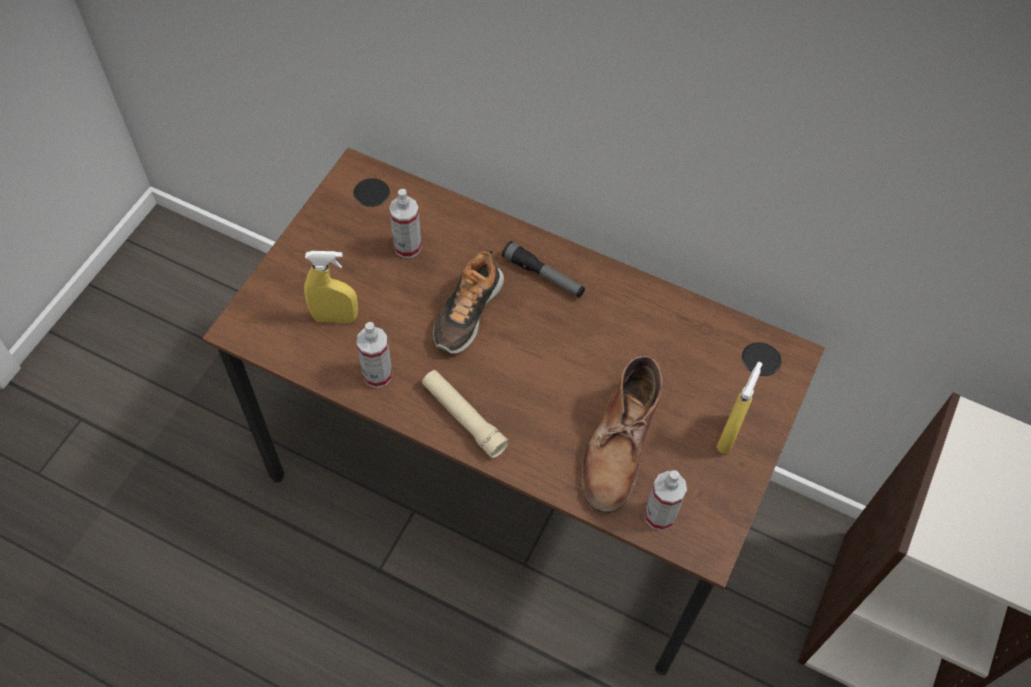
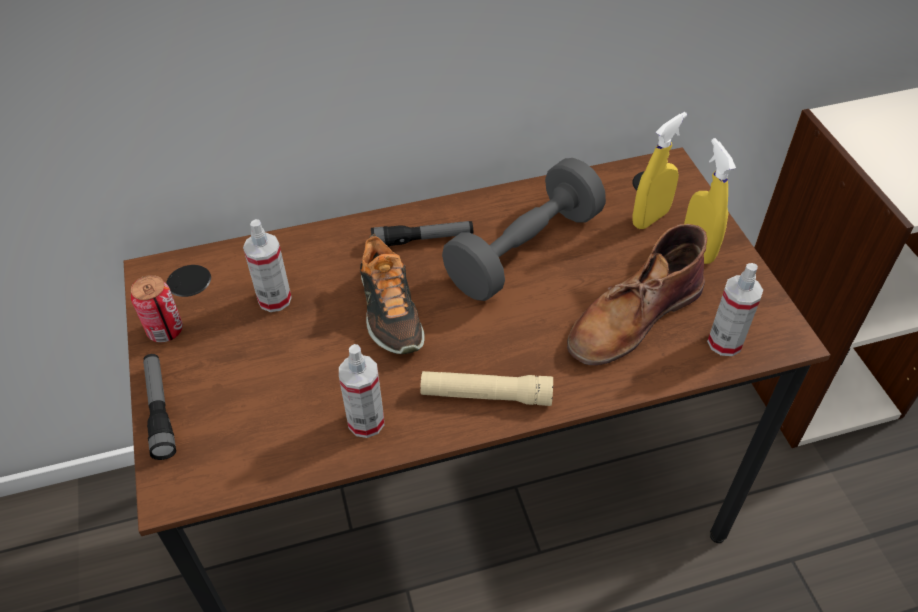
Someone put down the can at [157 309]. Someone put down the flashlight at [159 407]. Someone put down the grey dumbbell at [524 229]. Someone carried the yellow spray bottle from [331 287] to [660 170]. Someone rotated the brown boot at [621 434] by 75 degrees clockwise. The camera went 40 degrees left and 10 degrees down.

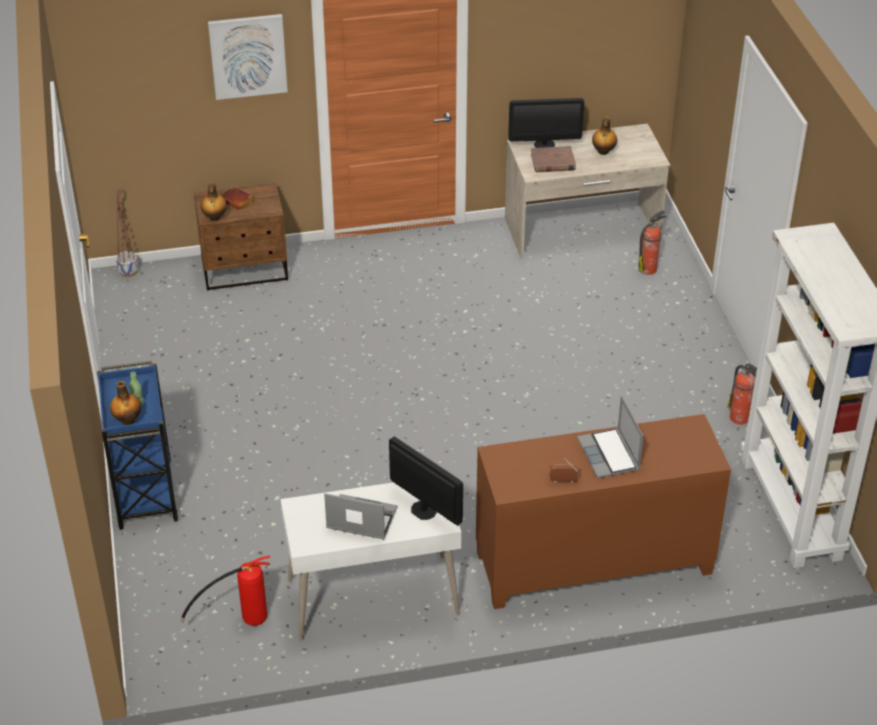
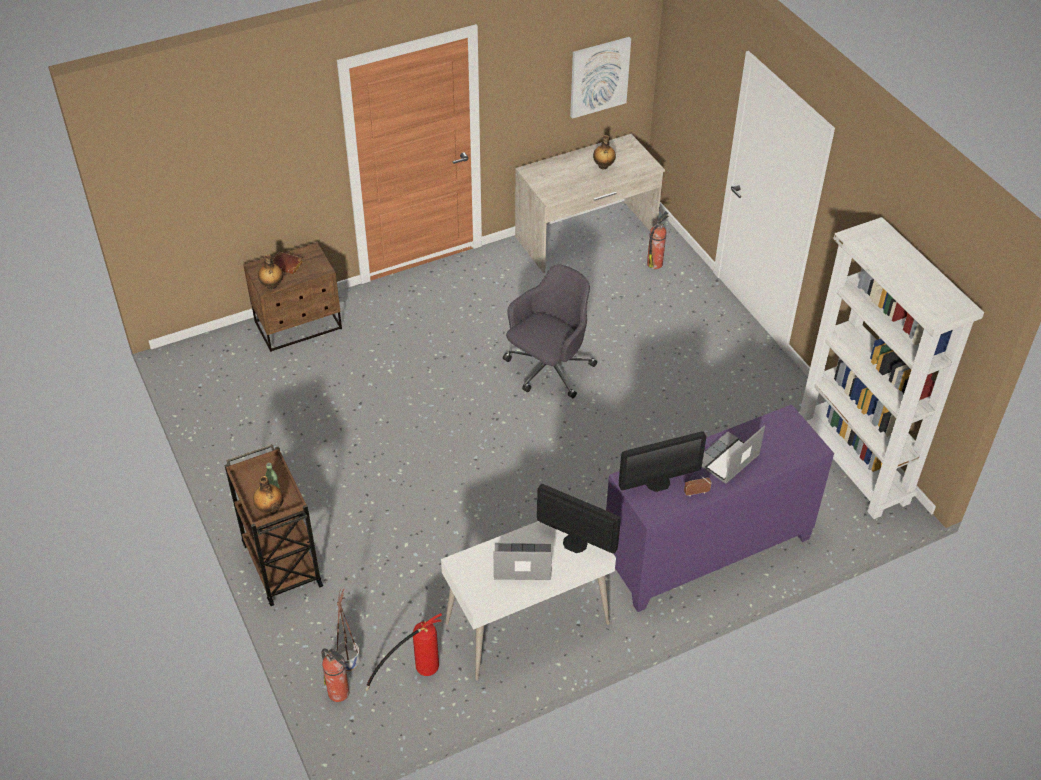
Someone took away the brown book at [553 159]. Someone put down the grey office chair at [550 331]. Someone carried the planter from [127 232] to [348 630]. Someone carried the picture from [248 57] to [600 78]. Someone carried the monitor from [546 123] to [662 462]. Someone carried the fire extinguisher from [742 394] to [335 675]. Someone repainted the blue cart at [137 445], which became the brown cart at [274 525]. Someone repainted the brown cabinet at [603 511], which became the purple cabinet at [720 508]. Someone rotated the laptop at [610 437] by 75 degrees clockwise. The camera went 15 degrees left and 5 degrees up.

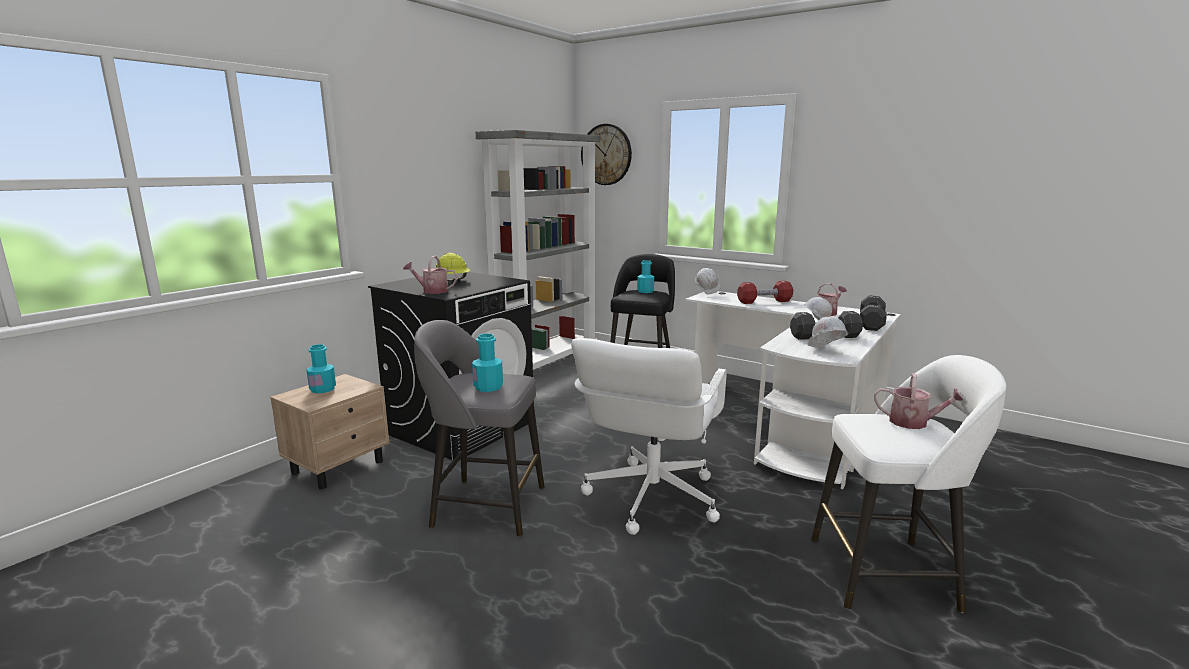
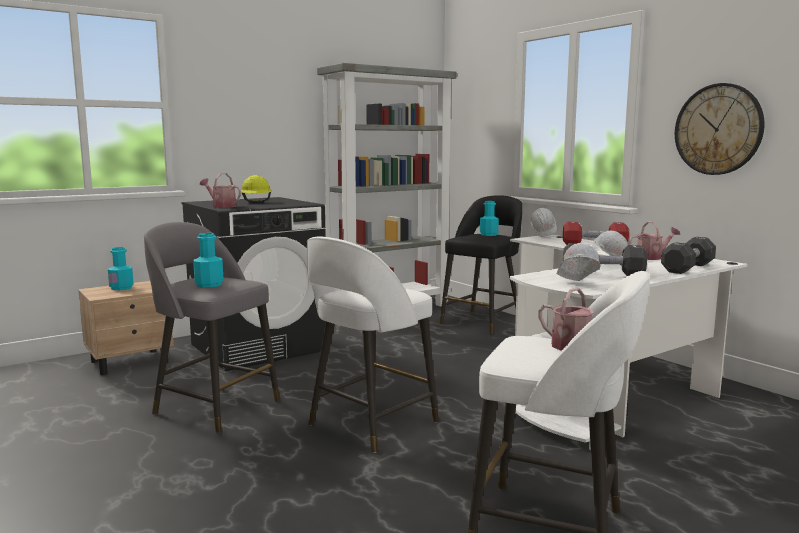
Someone carried the wall clock from [606 154] to [719 129]. Someone swapped the white office chair at [649 436] for the white stool at [373 345]. The camera went 20 degrees right and 5 degrees down.

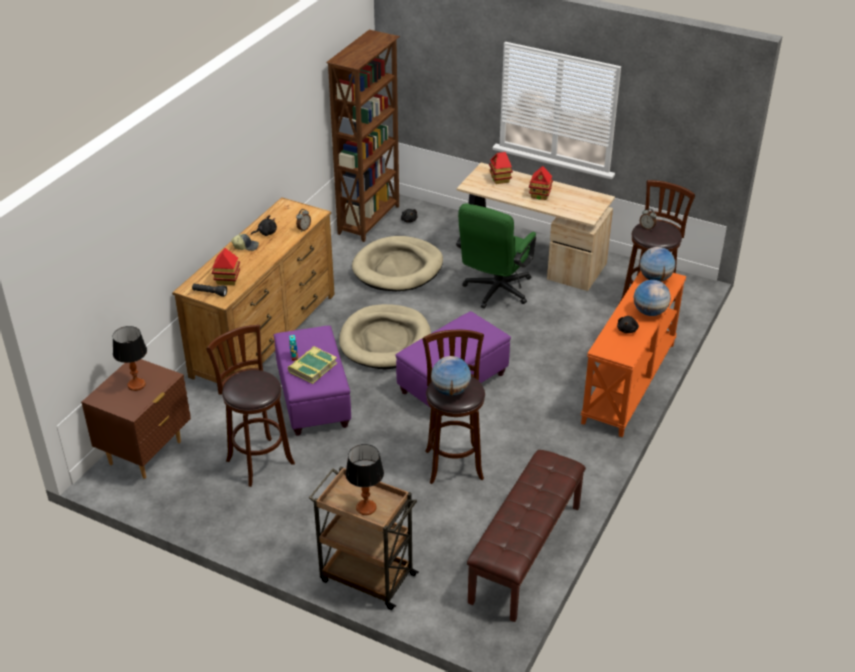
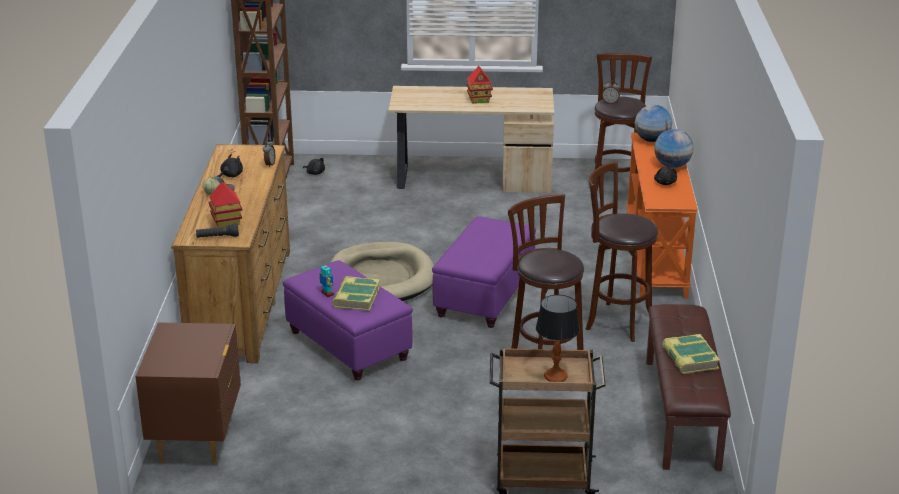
Someone took away the table lamp at [130 358]. Someone took away the beige dog bed at [397 263]. Someone took away the globe at [451 376]. Someone took away the green office chair at [496 256]. Someone took away the toy house at [501 168]. Someone put down the book at [691 354]. Someone carried the brown stool from [250 406] to [622 251]. The camera went 25 degrees left and 10 degrees down.

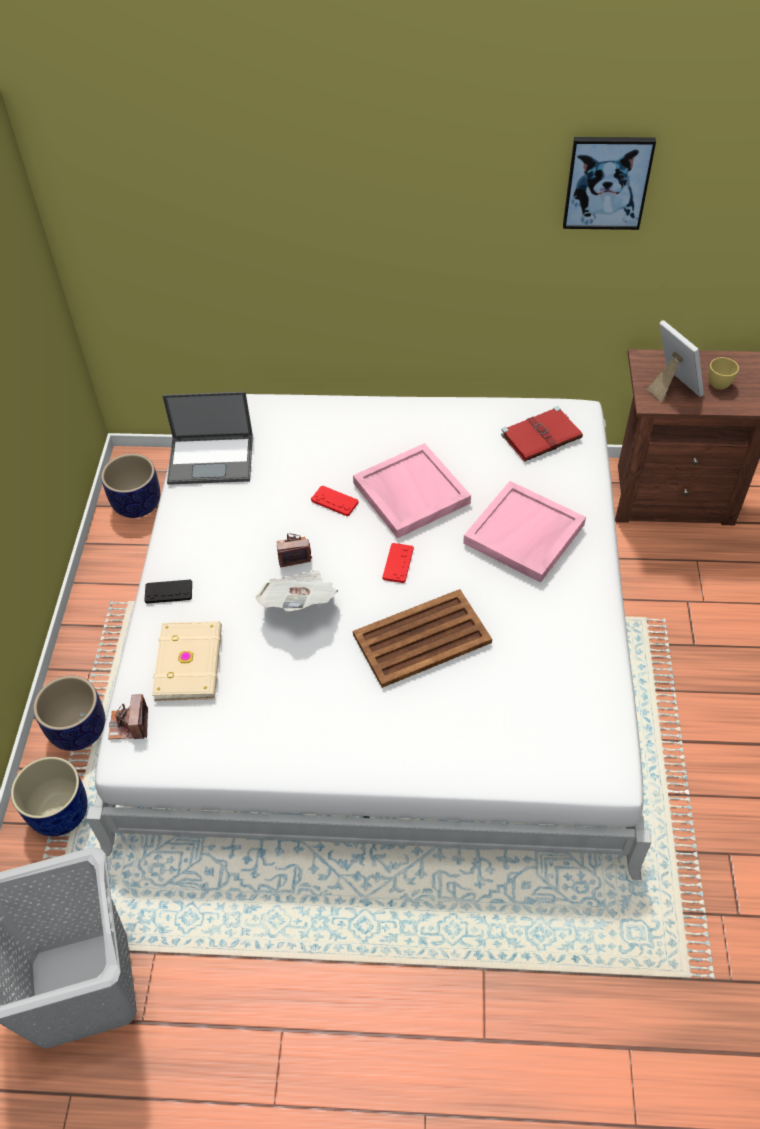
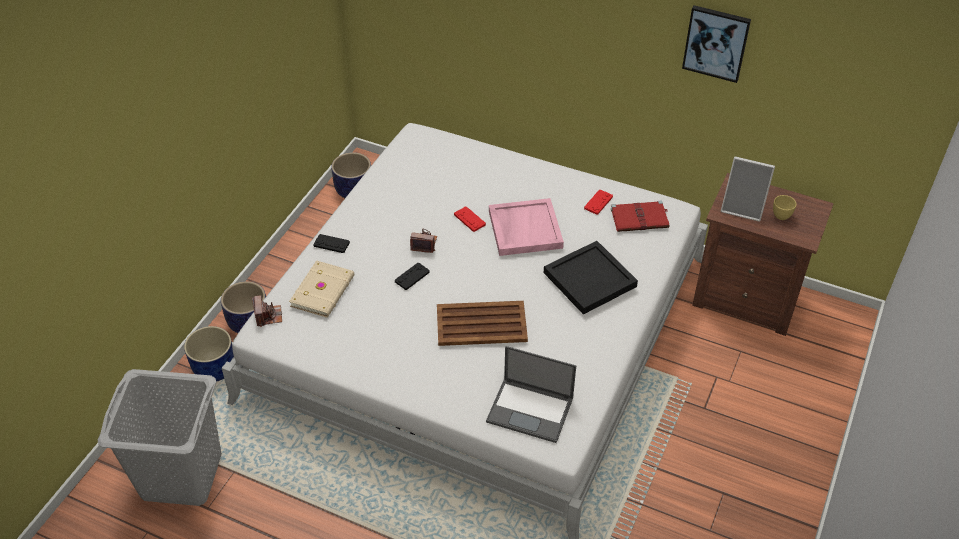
Someone carried the laptop from [207 438] to [531 394]. Someone carried the red game controller from [398 563] to [598 202]. Someone swapped the newspaper at [297 591] for the black game controller at [412 276]. Someone repainted the pink tray at [524 532], which became the black tray at [591 278]. Someone rotated the photo camera at [128 716] by 150 degrees clockwise. Someone rotated the picture frame at [675 361] by 120 degrees clockwise. The camera went 20 degrees right and 5 degrees down.

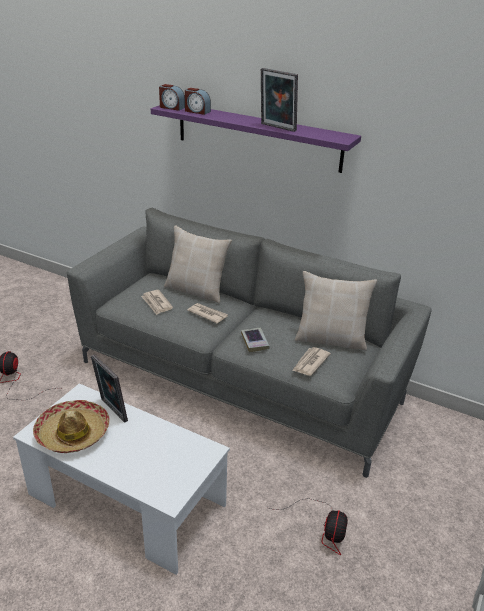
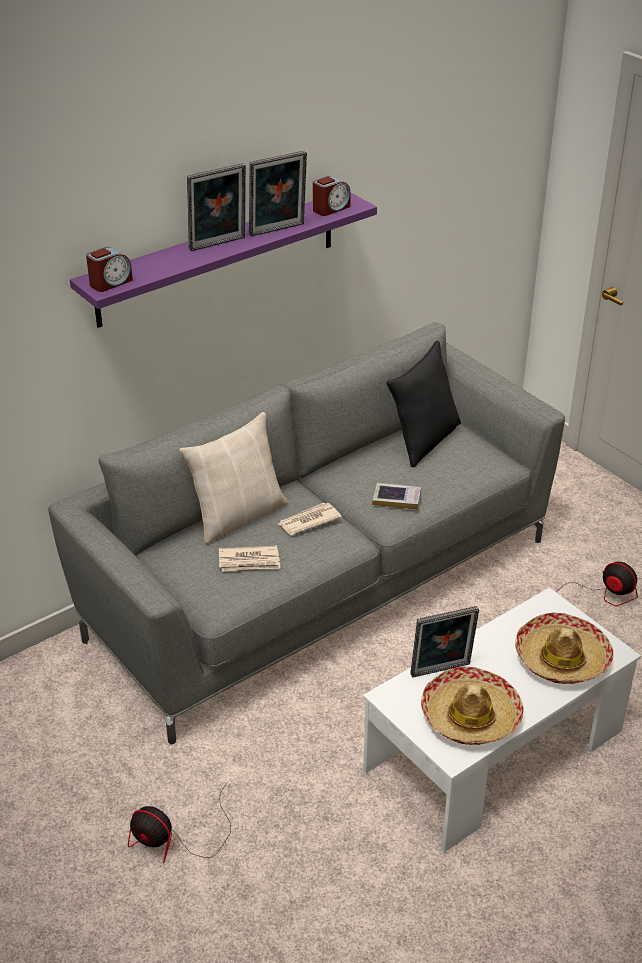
Someone took away the newspaper at [311 361]. Someone put down the picture frame at [216 207]. Someone put down the hat at [564 648]. Someone carried the alarm clock from [198 101] to [332 196]. Someone repainted the beige pillow at [336 311], which became the black pillow at [423 404]. The camera went 65 degrees left and 5 degrees up.

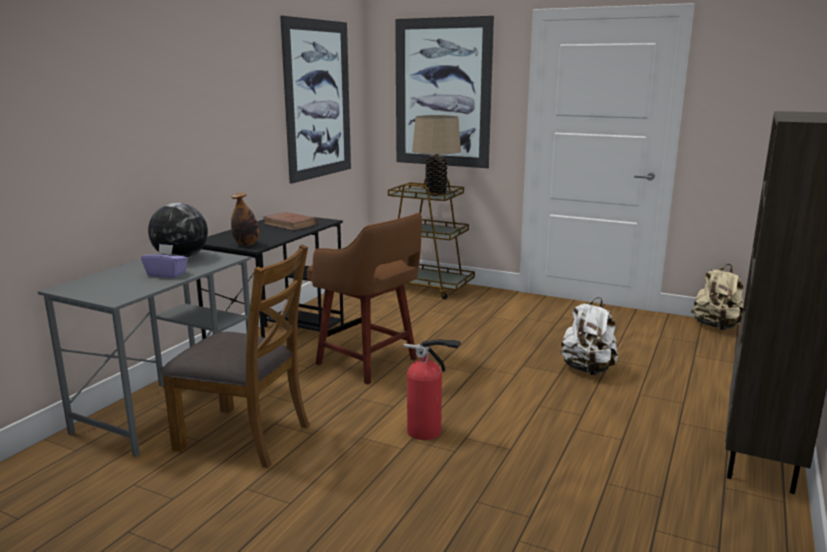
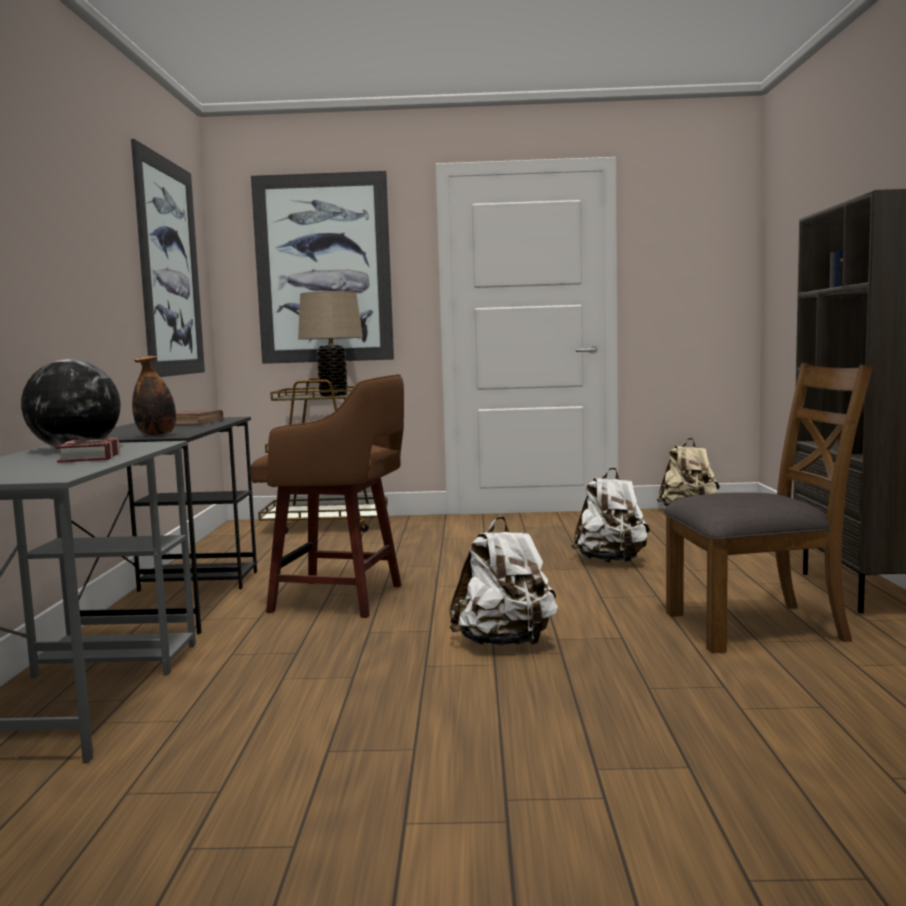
Someone carried the brown chair from [235 356] to [768 508]. Someone swapped the purple tissue box at [164 261] for the book at [88 450]. Someone swapped the fire extinguisher at [432 389] for the white backpack at [503 580]. The camera went 25 degrees left and 10 degrees down.

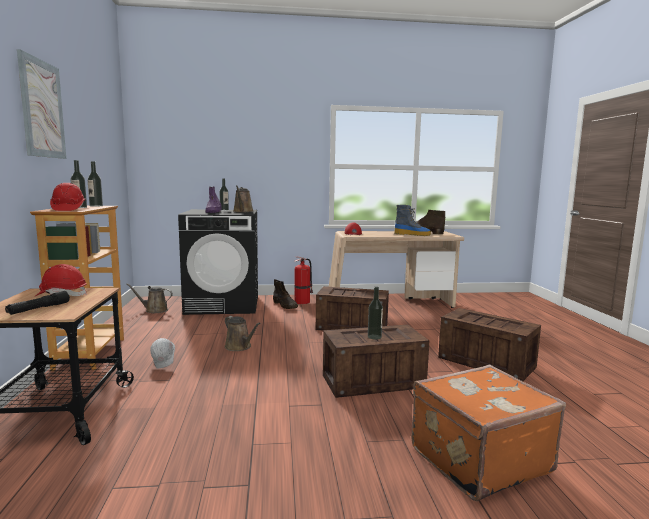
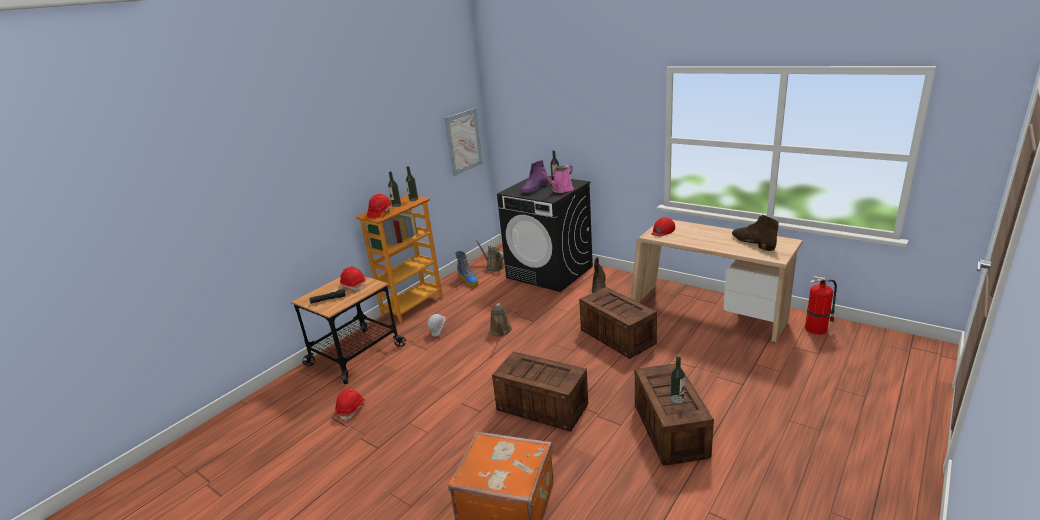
Someone put down the red hard hat at [350 405]. Someone carried the picture from [41 104] to [463 142]. Someone carried the fire extinguisher from [303 280] to [821 305]. Someone carried the bottle from [375 313] to [677 380]. Someone carried the boot from [412 220] to [467 269]. Someone repainted the brown watering can at [243 199], which became the pink watering can at [557 179]. The camera went 45 degrees right and 15 degrees up.

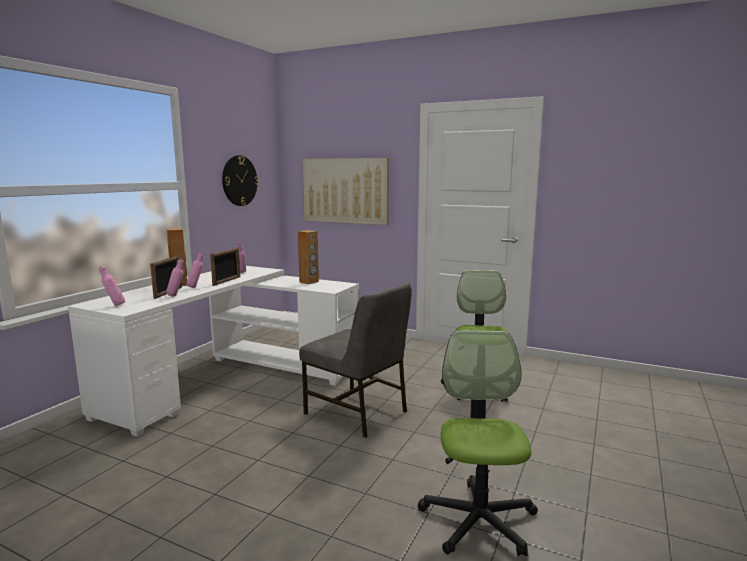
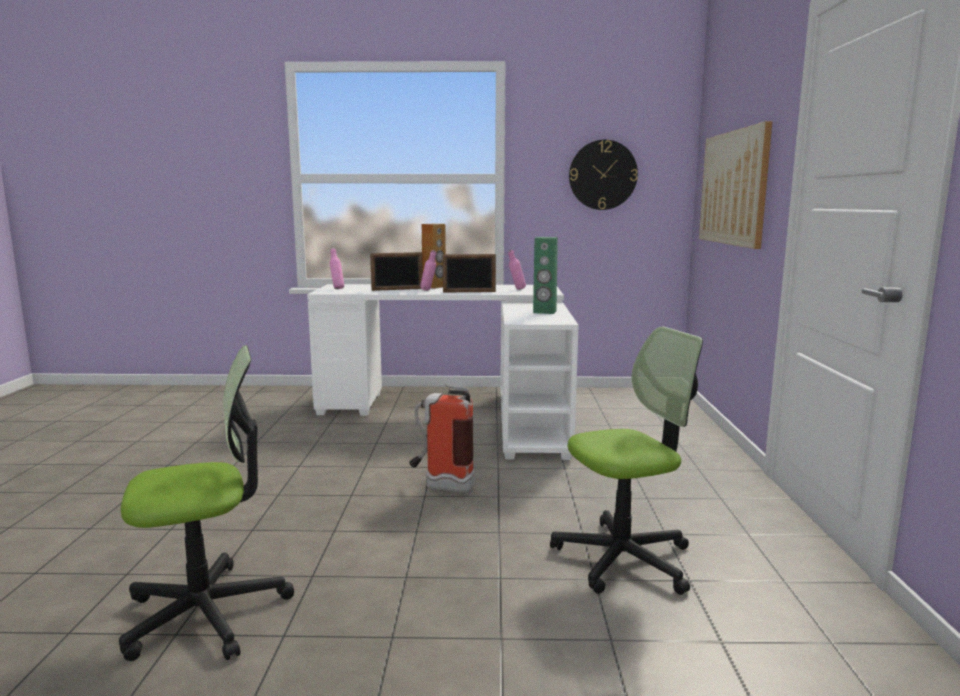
Someone took away the pink bottle at [175 277]. Someone swapped the grey chair at [355 360] for the fire extinguisher at [442 438]. Someone repainted the brown speaker at [308 257], which became the green speaker at [545 275]. The camera went 65 degrees right and 0 degrees up.

